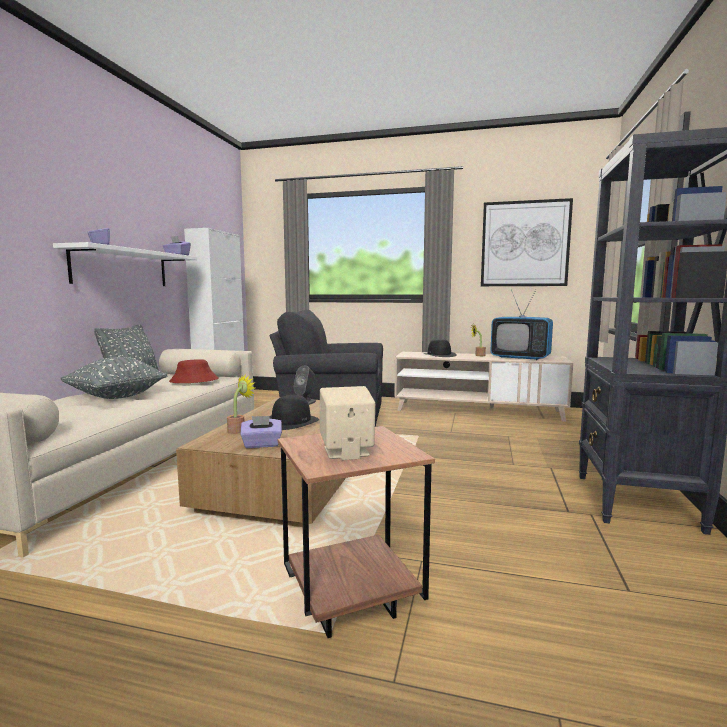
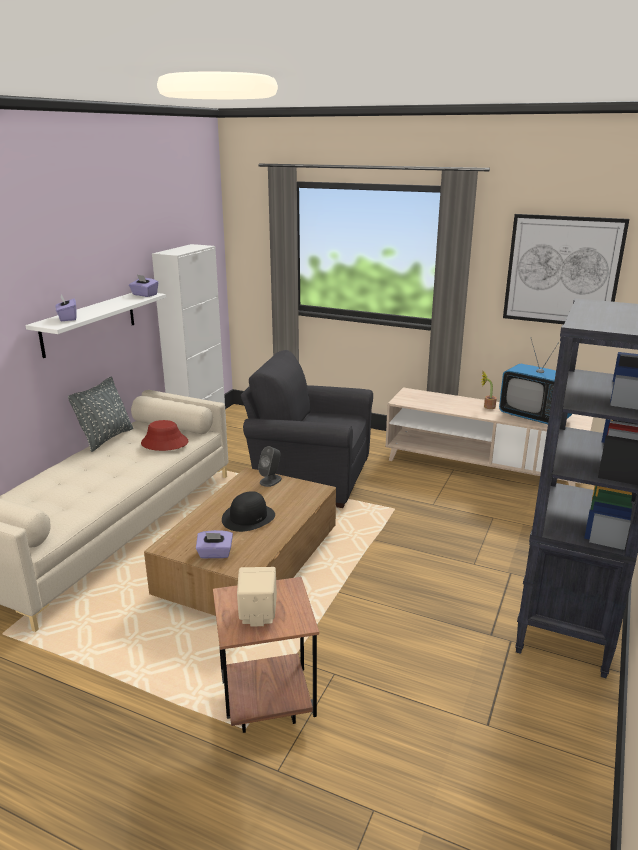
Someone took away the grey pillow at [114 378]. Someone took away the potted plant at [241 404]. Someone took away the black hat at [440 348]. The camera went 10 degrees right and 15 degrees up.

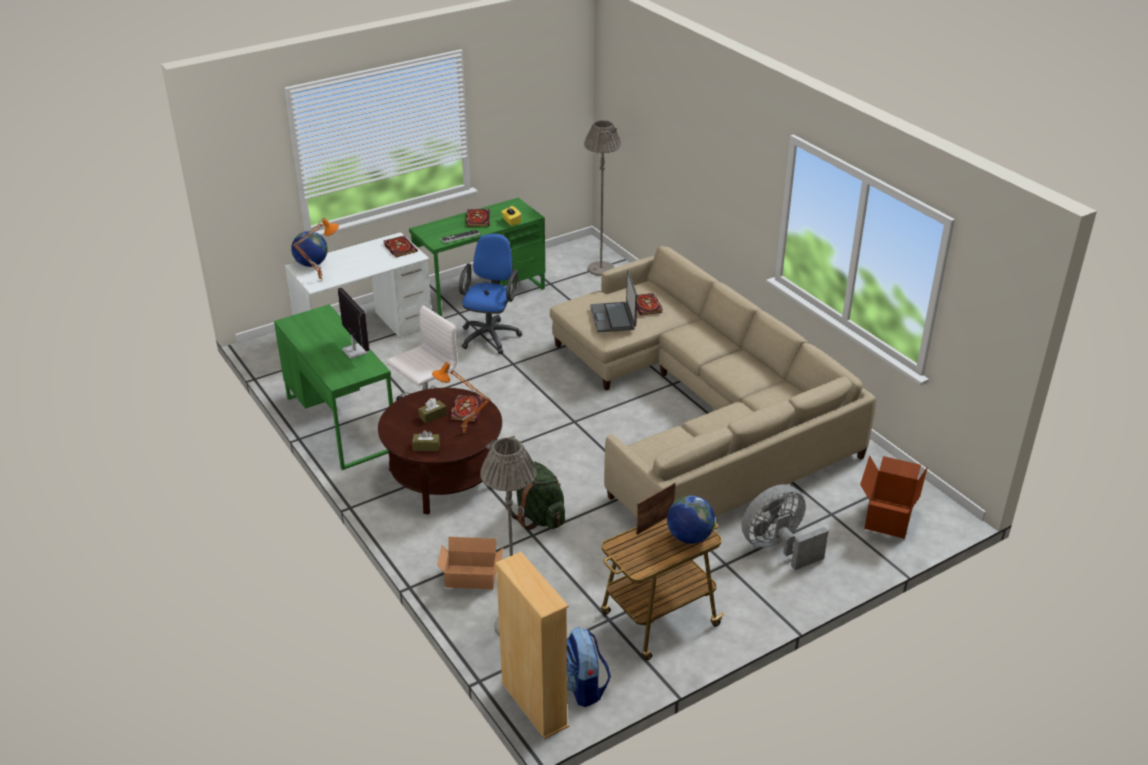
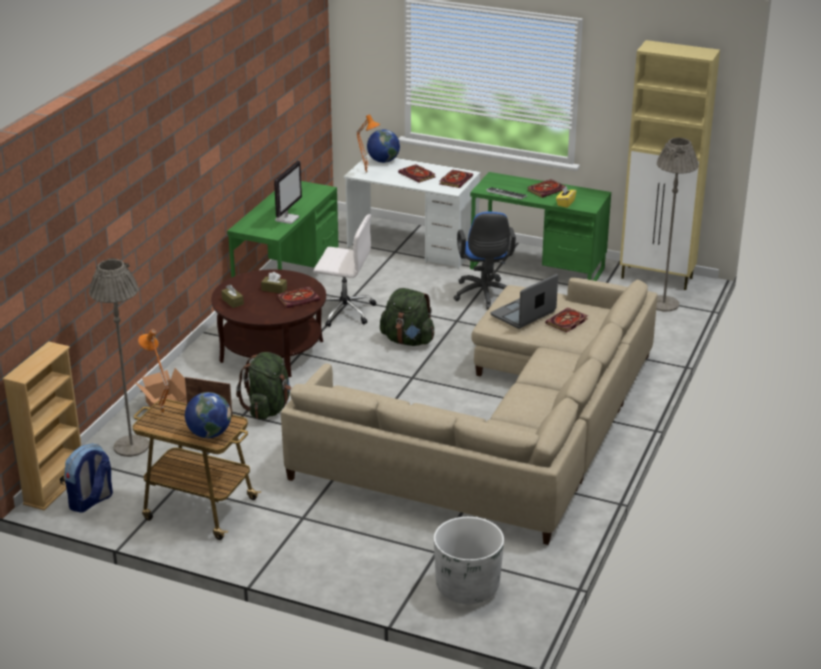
Someone took away the grey fan at [784 527]. Someone put down the green backpack at [407 317]. Someone put down the book at [416 173]. Someone put down the beige cabinet at [670 165]. Someone carried the orange table lamp from [461 397] to [153 371]. Someone swapped the cardboard box at [894 497] for the white planter at [469 560]. Someone rotated the blue office chair at [490 294] by 105 degrees clockwise. The camera went 55 degrees right and 5 degrees down.

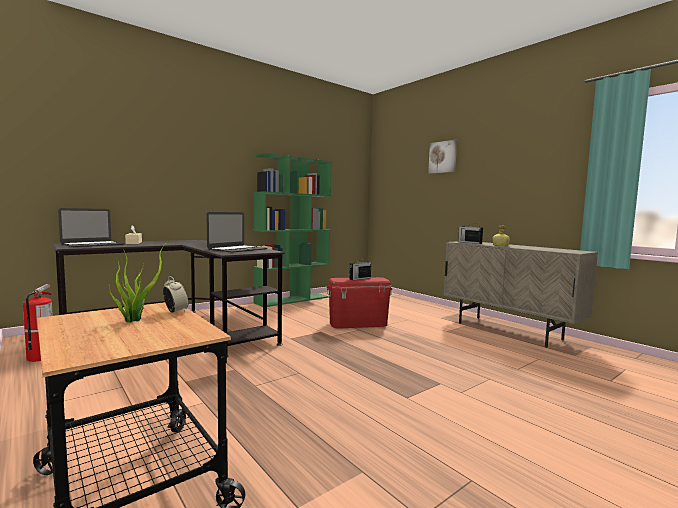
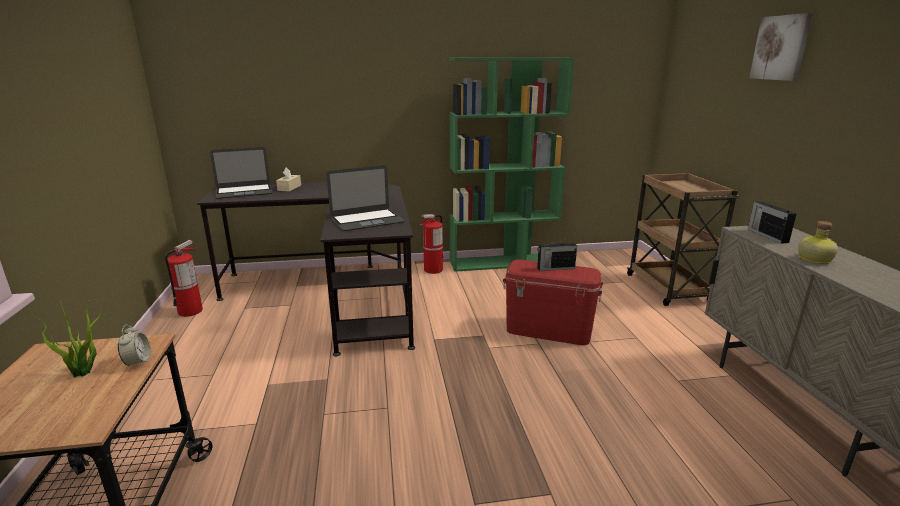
Someone put down the fire extinguisher at [432 244]. Someone put down the brown cart at [683 239]. The camera went 30 degrees right and 15 degrees up.

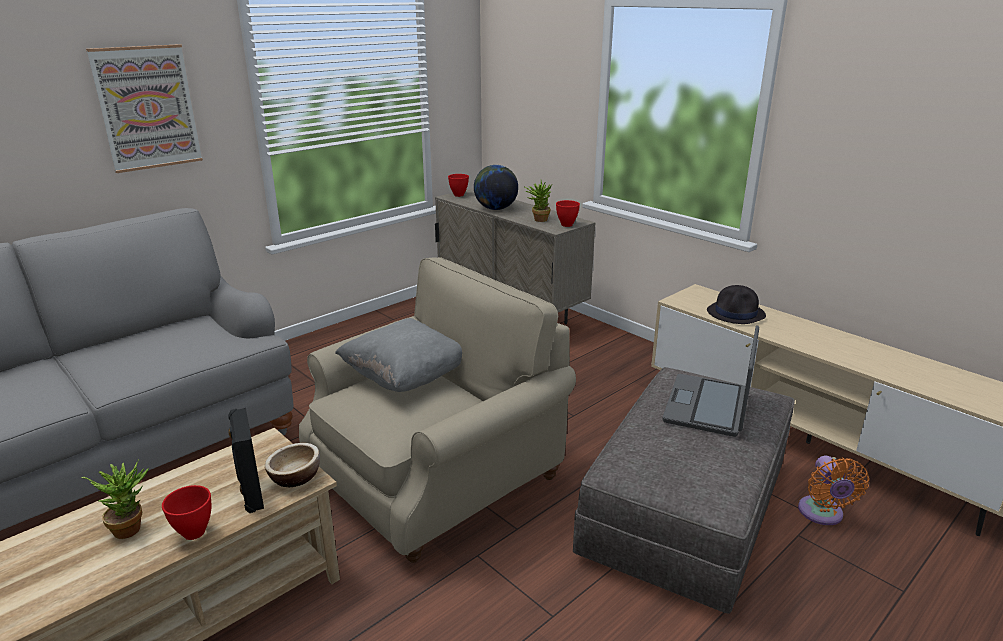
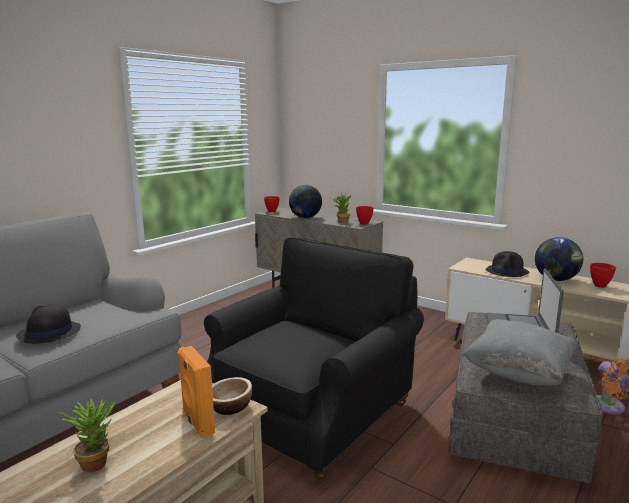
Someone took away the picture at [144 108]. Someone put down the black hat at [48 324]. Someone put down the globe at [559 259]. Someone carried the red bowl from [186 512] to [603 275]. Someone carried the grey pillow from [398 355] to [519 352]. Someone repainted the black speaker at [246 460], which became the orange speaker at [196 392]. Someone repainted the beige armchair at [437 410], which became the black armchair at [314 358]. The camera went 10 degrees left and 10 degrees down.

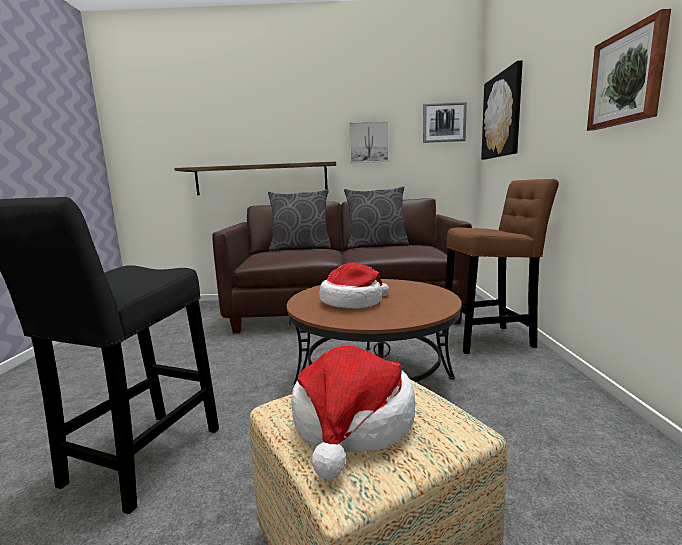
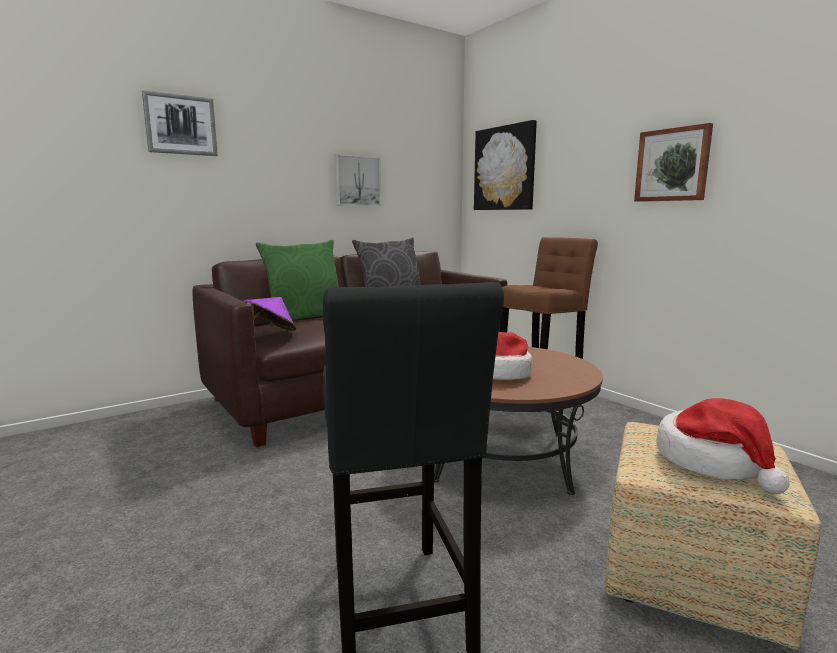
Someone took away the shelf at [255 178]. Someone put down the purple hat at [269 314]. Someone carried the picture from [445 122] to [180 123]. Someone repainted the grey pillow at [299 220], which became the green pillow at [297 282]. The camera went 35 degrees left and 0 degrees up.

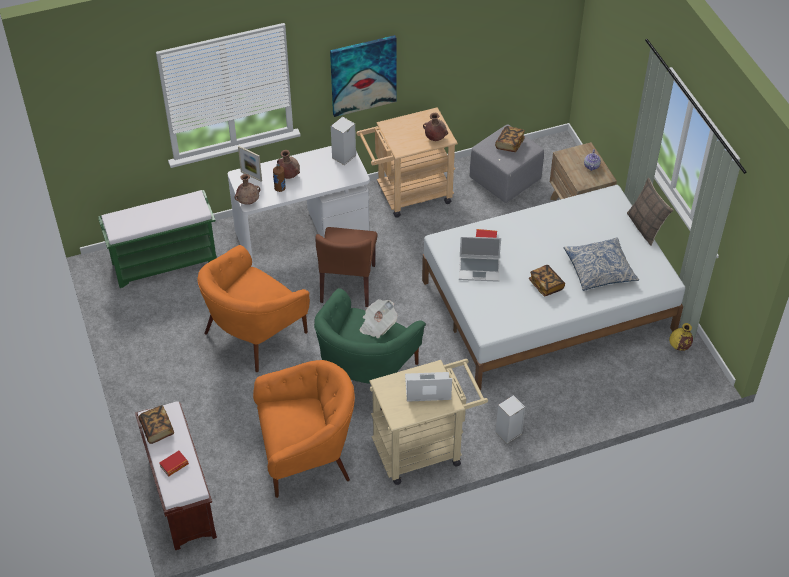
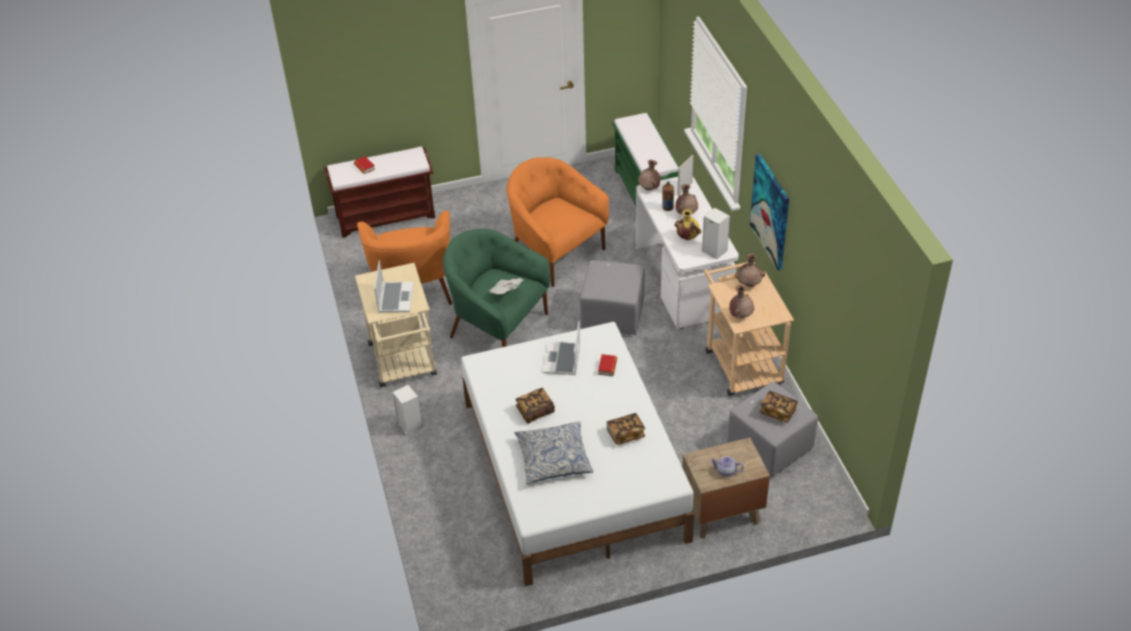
Someone took away the pillow at [650 212]. Someone put down the brown vase at [750 270]. Someone carried the book from [156 424] to [625 429]. Someone carried the yellow vase from [681 337] to [688 224]. Someone swapped the brown chair at [346 267] for the grey ottoman at [612 297]. The camera went 95 degrees right and 5 degrees down.

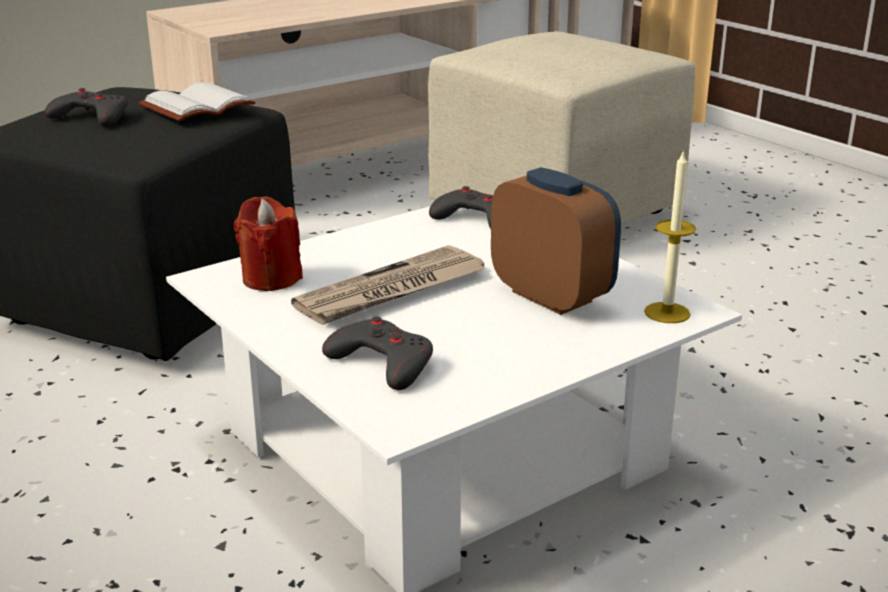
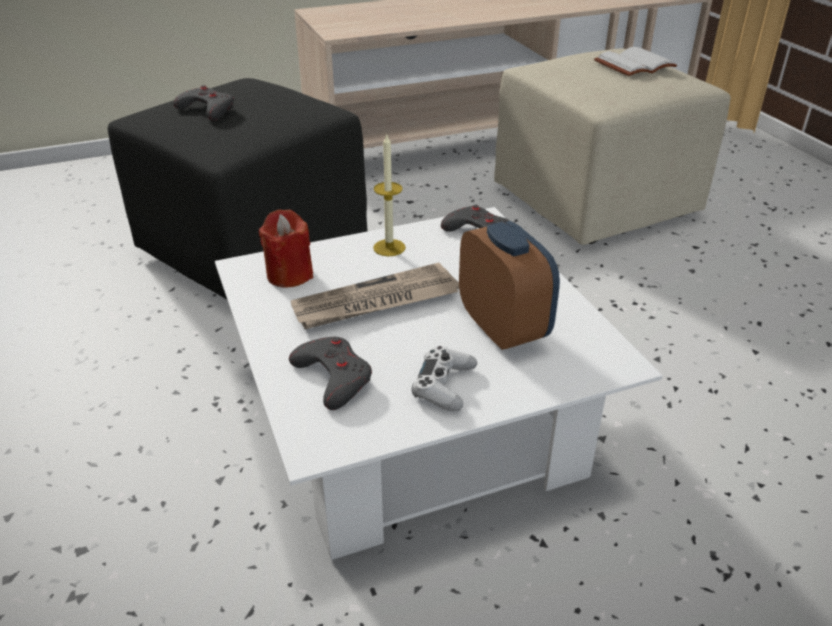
Someone put down the white game controller at [444 378]. Someone carried the white book from [197 101] to [635 61]. Someone carried the candle from [670 236] to [389 195]. The camera went 15 degrees right and 10 degrees up.

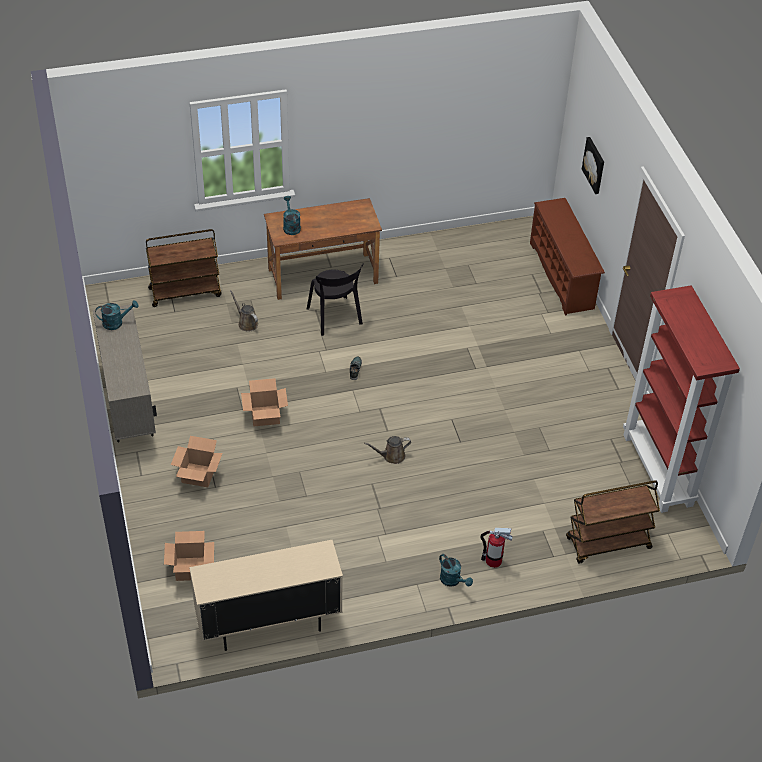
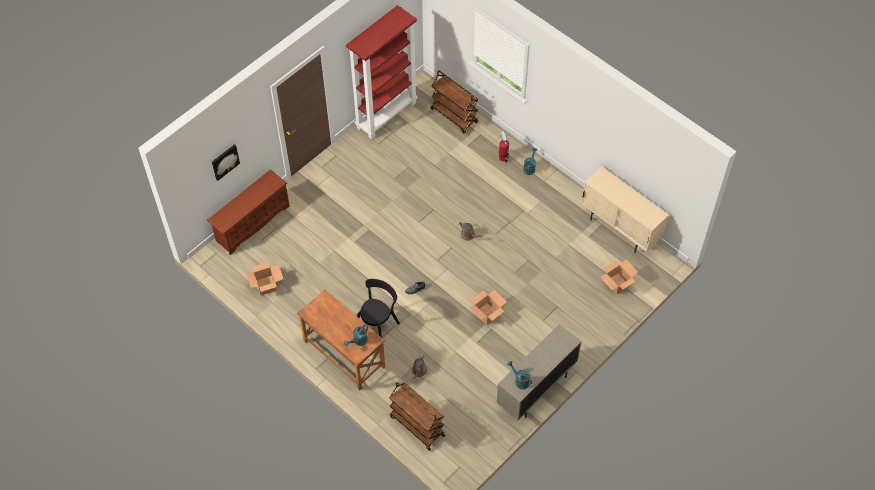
Someone carried the cardboard box from [197 461] to [264 278]. The camera went 120 degrees left and 10 degrees up.

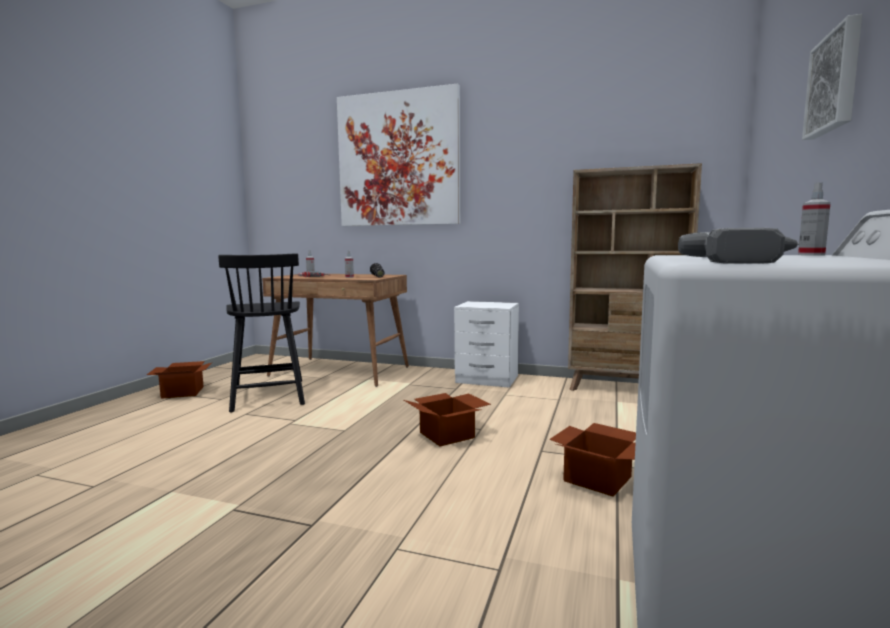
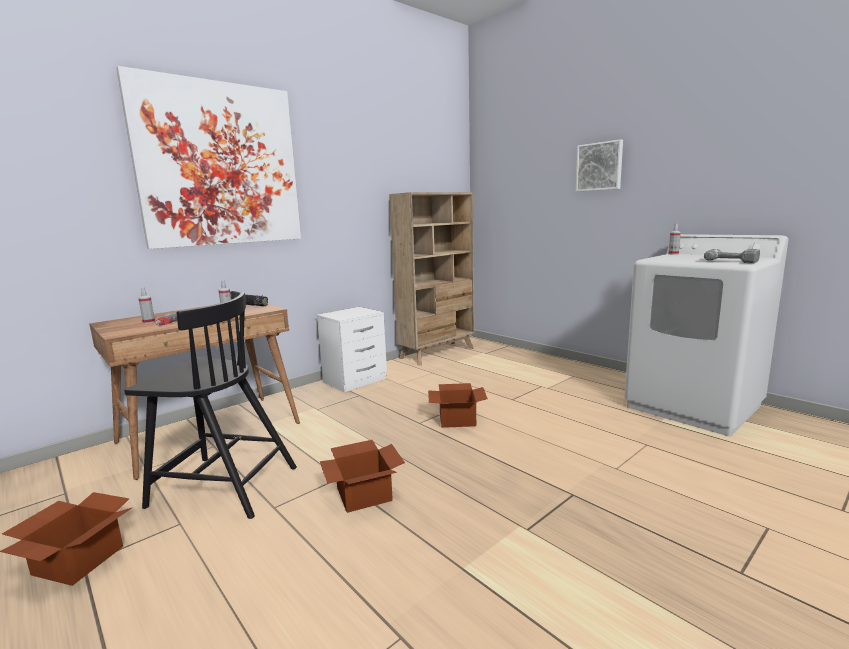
Someone carried the cardboard box from [592 460] to [362 476]. The camera went 60 degrees left and 5 degrees up.

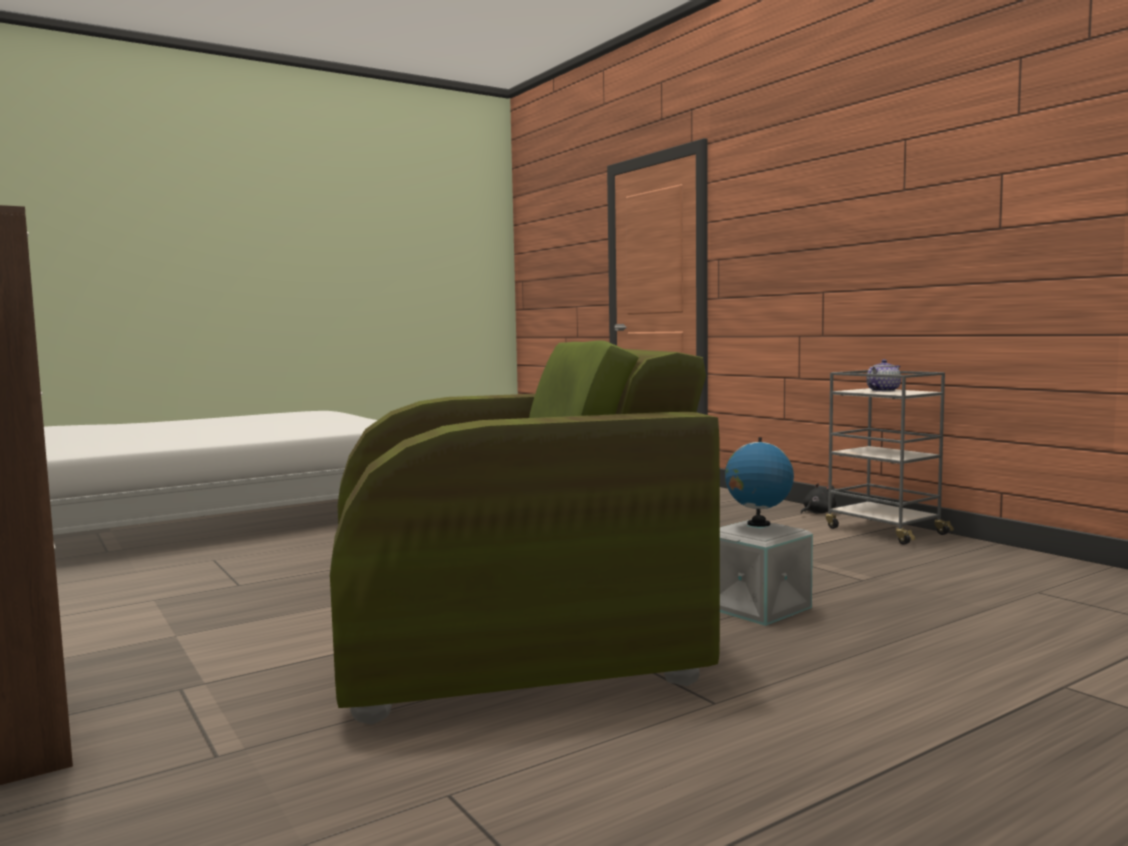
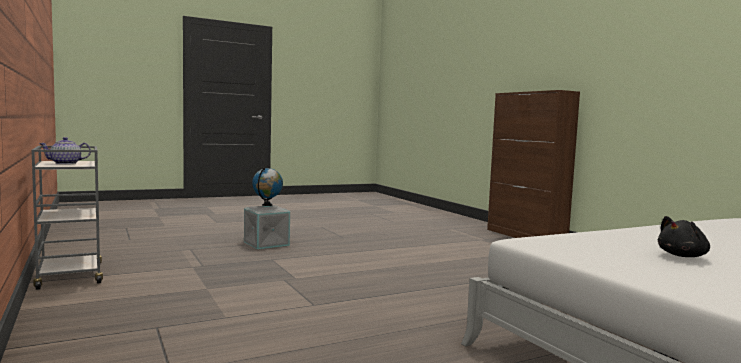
Someone took away the green armchair at [525 532]. Someone carried the black plush toy from [818 498] to [684 236]. The camera went 175 degrees left and 0 degrees up.

